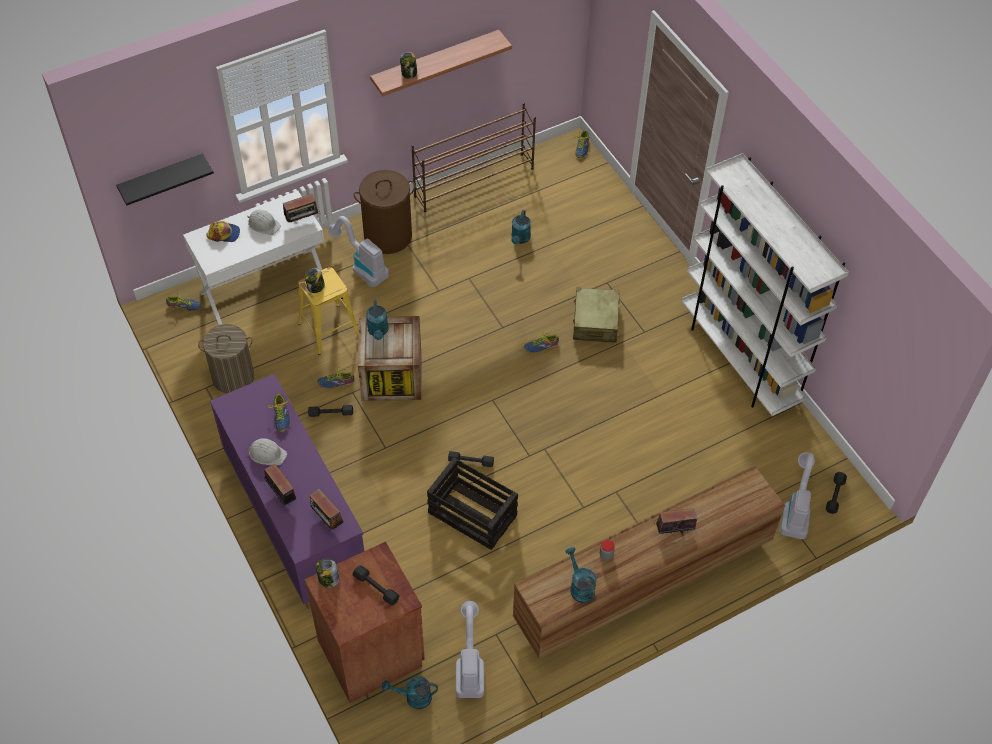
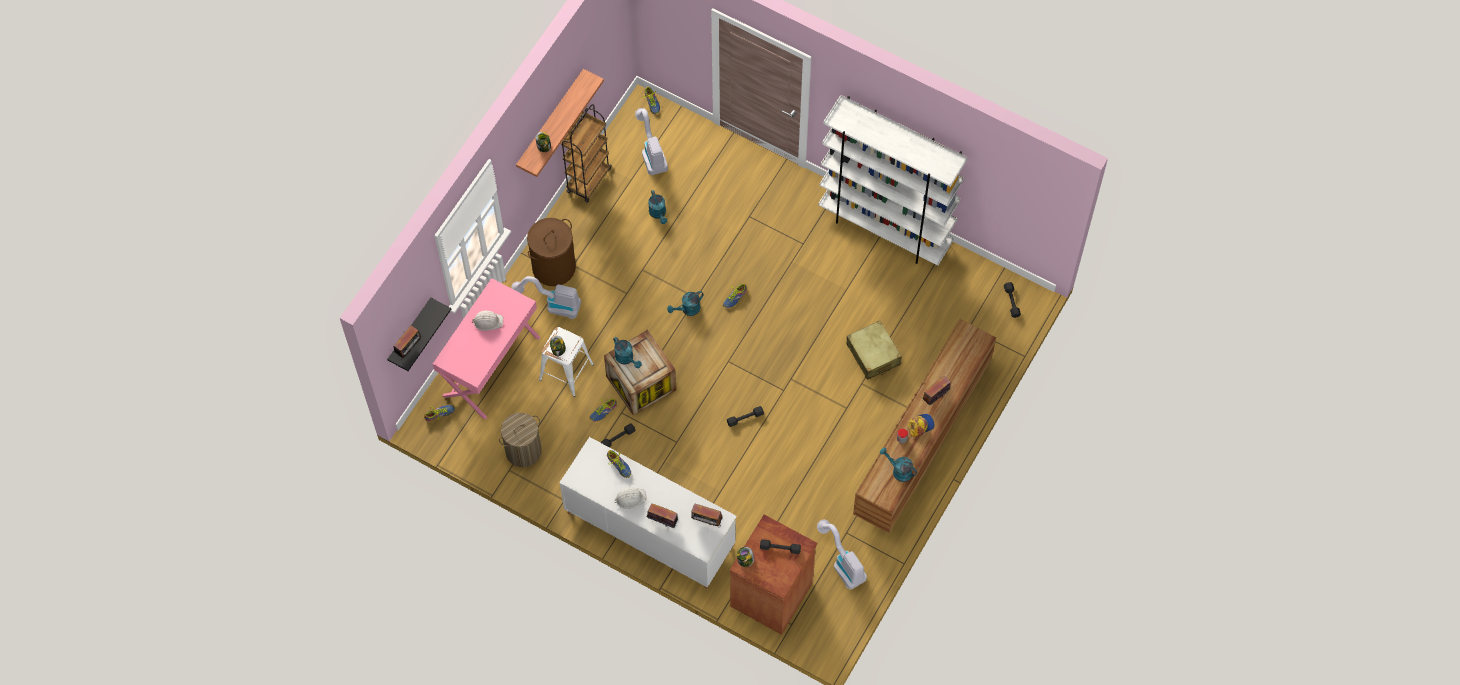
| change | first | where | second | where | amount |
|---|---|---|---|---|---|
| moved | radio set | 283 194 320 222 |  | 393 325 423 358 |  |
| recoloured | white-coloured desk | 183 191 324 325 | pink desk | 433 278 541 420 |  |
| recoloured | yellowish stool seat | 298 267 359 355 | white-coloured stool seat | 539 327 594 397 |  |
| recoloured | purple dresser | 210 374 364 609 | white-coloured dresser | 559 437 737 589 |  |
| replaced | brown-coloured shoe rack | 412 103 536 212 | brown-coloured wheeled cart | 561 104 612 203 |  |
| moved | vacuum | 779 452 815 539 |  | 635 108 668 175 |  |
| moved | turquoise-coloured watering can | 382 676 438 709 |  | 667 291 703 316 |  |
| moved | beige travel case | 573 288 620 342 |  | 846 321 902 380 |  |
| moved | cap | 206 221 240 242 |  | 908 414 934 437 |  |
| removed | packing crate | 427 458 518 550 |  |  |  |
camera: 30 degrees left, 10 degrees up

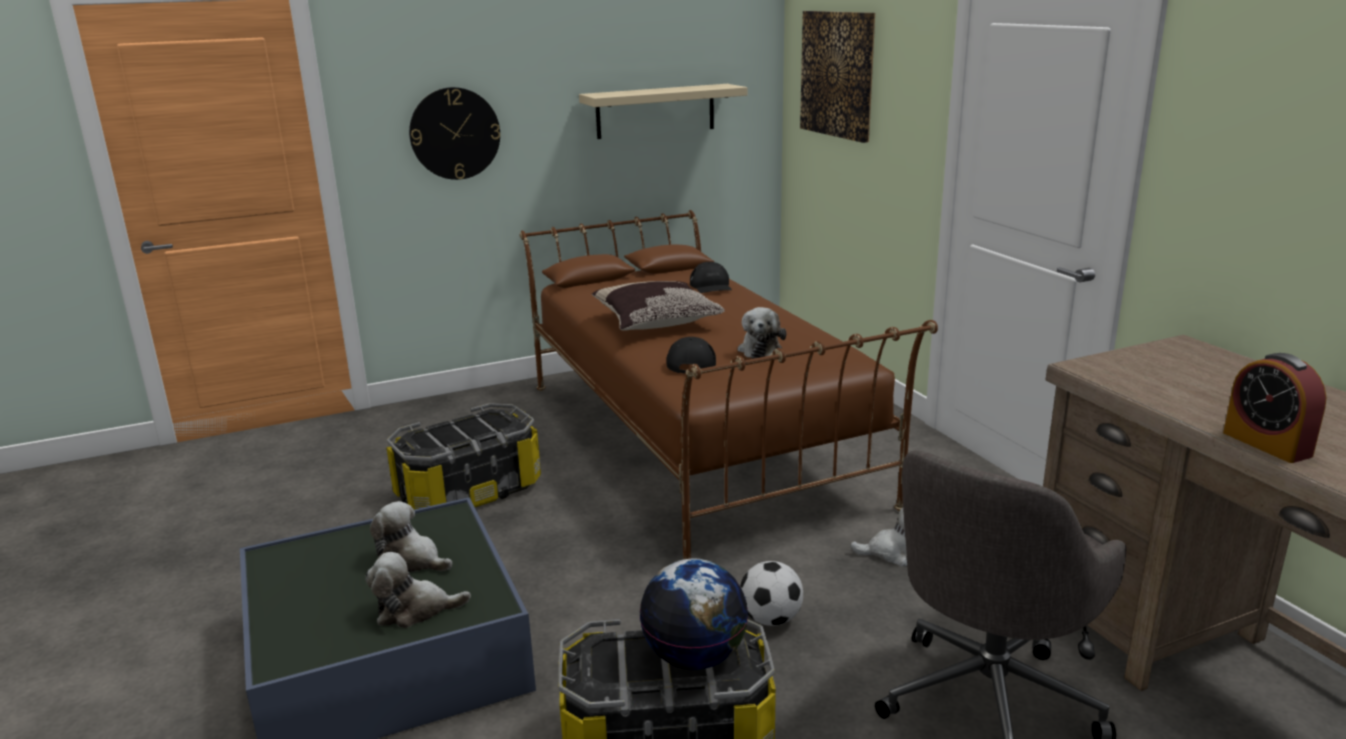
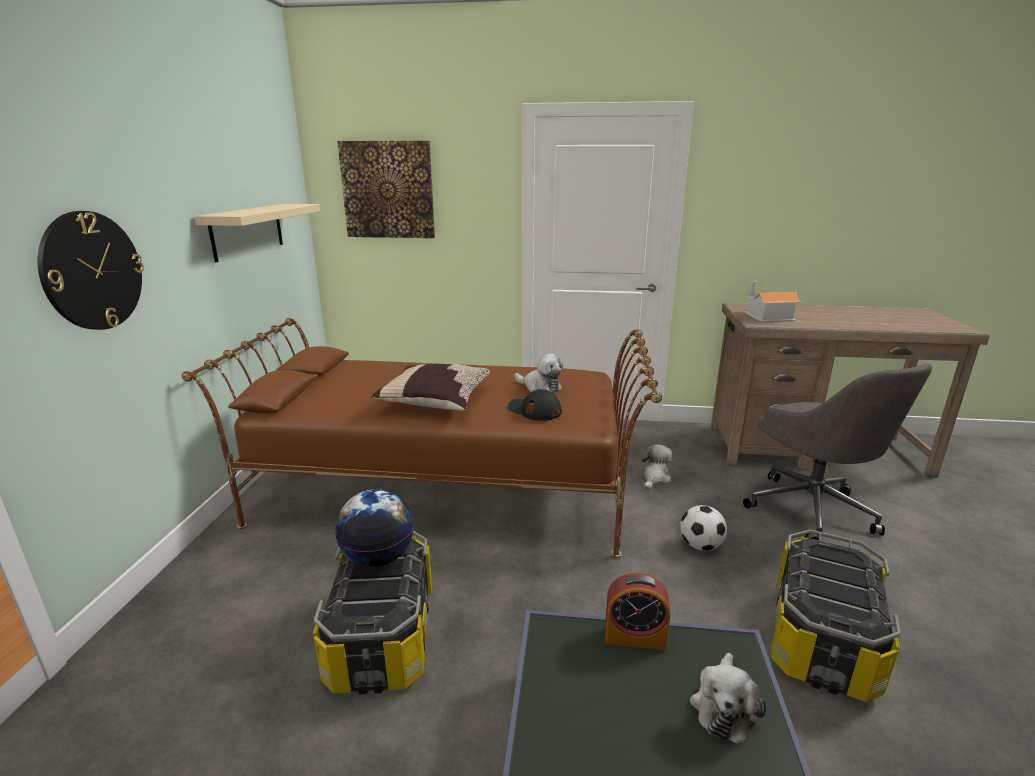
| change | first | where | second | where | amount |
|---|---|---|---|---|---|
| moved | world globe | 640 559 748 670 |  | 335 489 414 567 |  |
| moved | bedside clock | 1223 353 1326 463 |  | 605 572 670 650 |  |
| added |  |  | toy house | 743 280 801 322 |  |
| removed | plush toy | 370 501 452 572 |  |  |  |
| removed | black-coloured cap | 690 262 732 293 |  |  |  |
camera: 60 degrees left, 0 degrees up

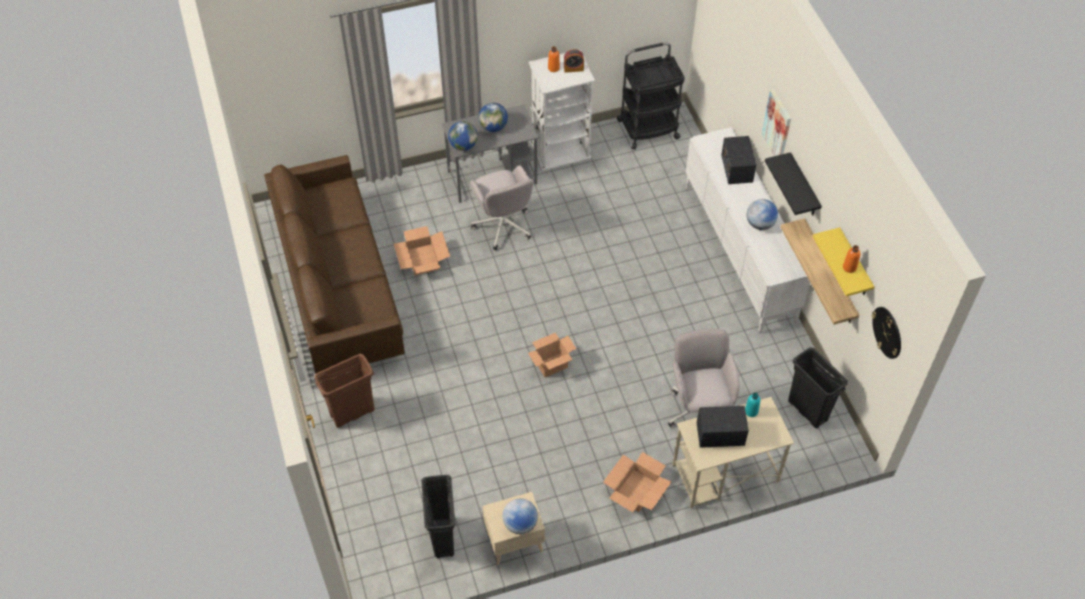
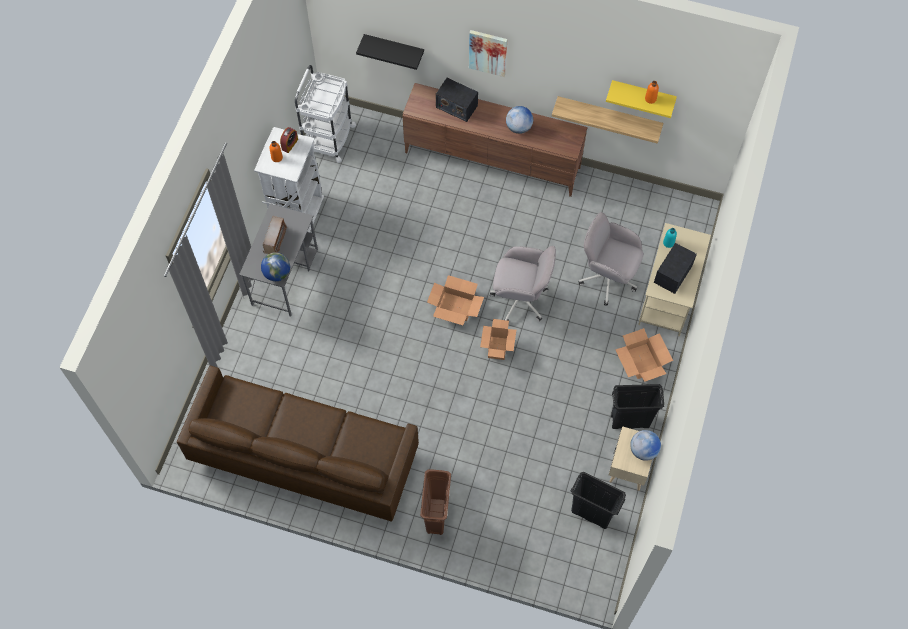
| change | first | where | second | where | amount |
|---|---|---|---|---|---|
| replaced | world globe | 479 103 508 132 | radio set | 263 216 288 254 |  |
| recoloured | black-coloured wheeled cart | 617 43 685 150 | white-coloured wheeled cart | 295 65 356 163 |  |
| moved | black-coloured shelf | 765 152 822 216 |  | 356 34 424 70 |  |
| recoloured | white-coloured cabinet | 686 127 810 334 | brown-coloured cabinet | 403 83 587 197 |  |
| moved | carton | 394 226 450 275 |  | 427 275 484 325 |  |
| moved | greyish desk chair | 470 165 534 250 |  | 490 246 556 321 |  |
| moved | black-coloured waste bin | 788 348 848 428 |  | 611 384 664 429 |  |
| removed | hanging clock | 872 307 901 359 |  |  |  |
camera: 55 degrees left, 10 degrees up

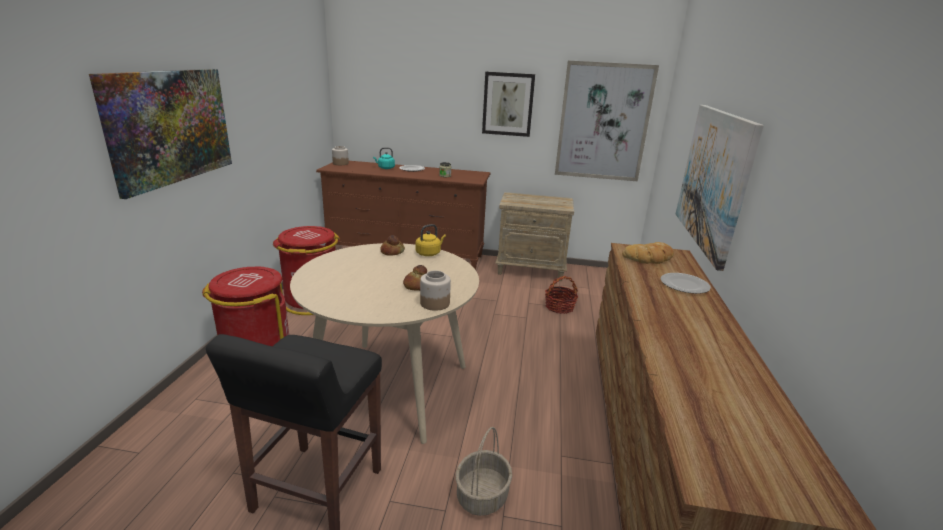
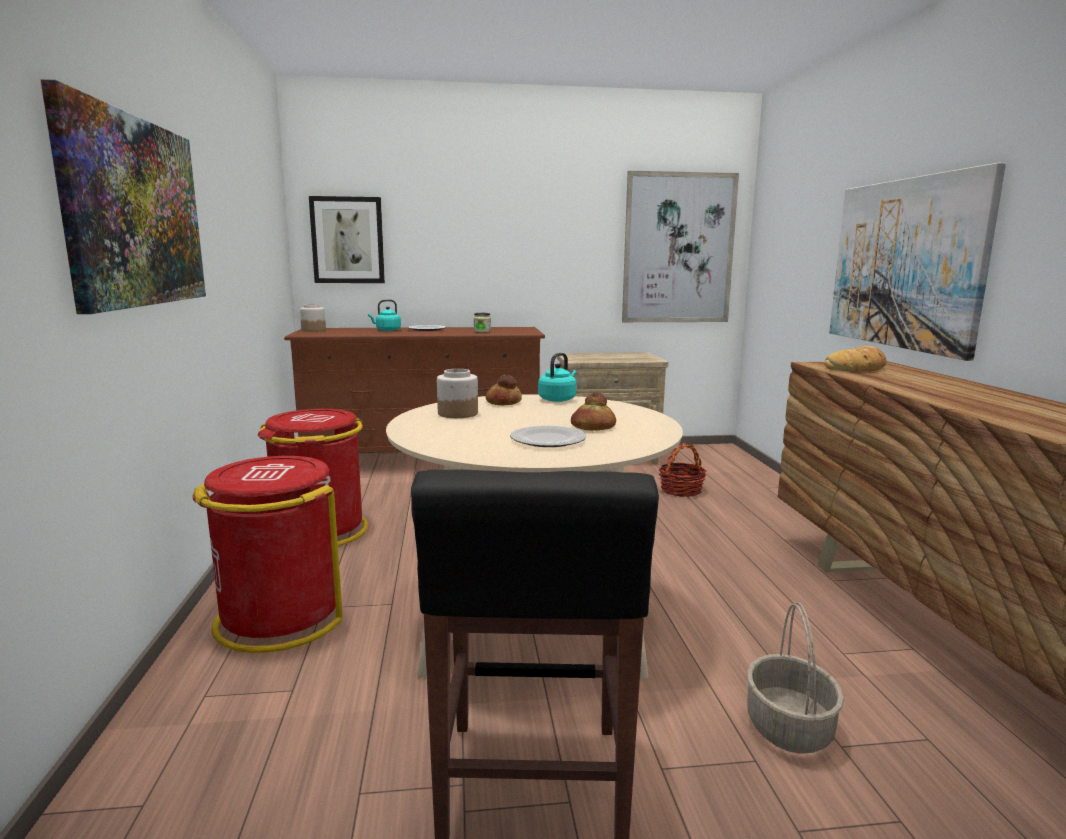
| change | first | where | second | where | amount |
|---|---|---|---|---|---|
| moved | wall art | 482 72 535 137 |  | 309 196 385 283 |  |
| moved | jar | 420 270 451 311 |  | 437 369 478 418 |  |
| moved | dinner plate | 661 273 711 294 |  | 510 425 586 447 |  |
| recoloured | yellowish tea kettle | 415 224 446 256 | turquoise-coloured tea kettle | 538 353 577 402 |  |
camera: 15 degrees left, 10 degrees down

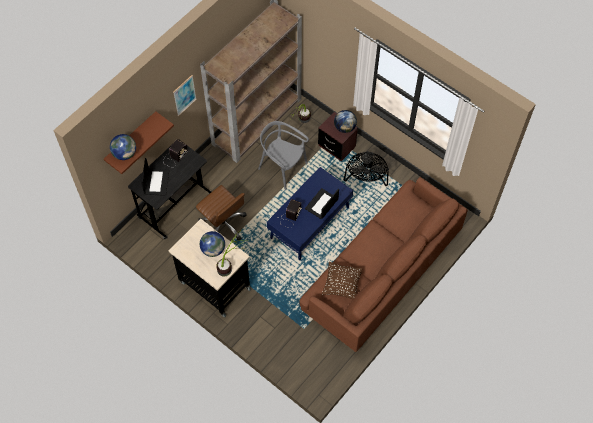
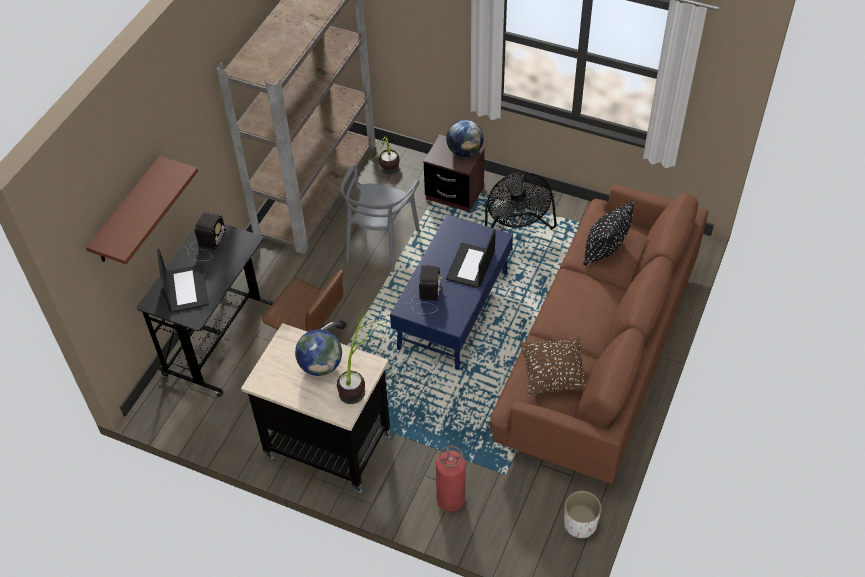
| change | first | where | second | where | amount |
|---|---|---|---|---|---|
| turned | greyish upright chair | 258 121 309 190 |  | 341 165 420 272 | 90 degrees counterclockwise |
| added |  |  | extinguisher | 436 446 466 511 |  |
| added |  |  | white-coloured flower pot | 564 491 601 538 |  |
| added |  |  | black-coloured throw pillow | 583 200 634 266 |  |
| removed | world globe | 110 134 136 160 |  |  |  |
| removed | wall art | 173 75 197 116 |  |  |  |
camera: 15 degrees left, 10 degrees down

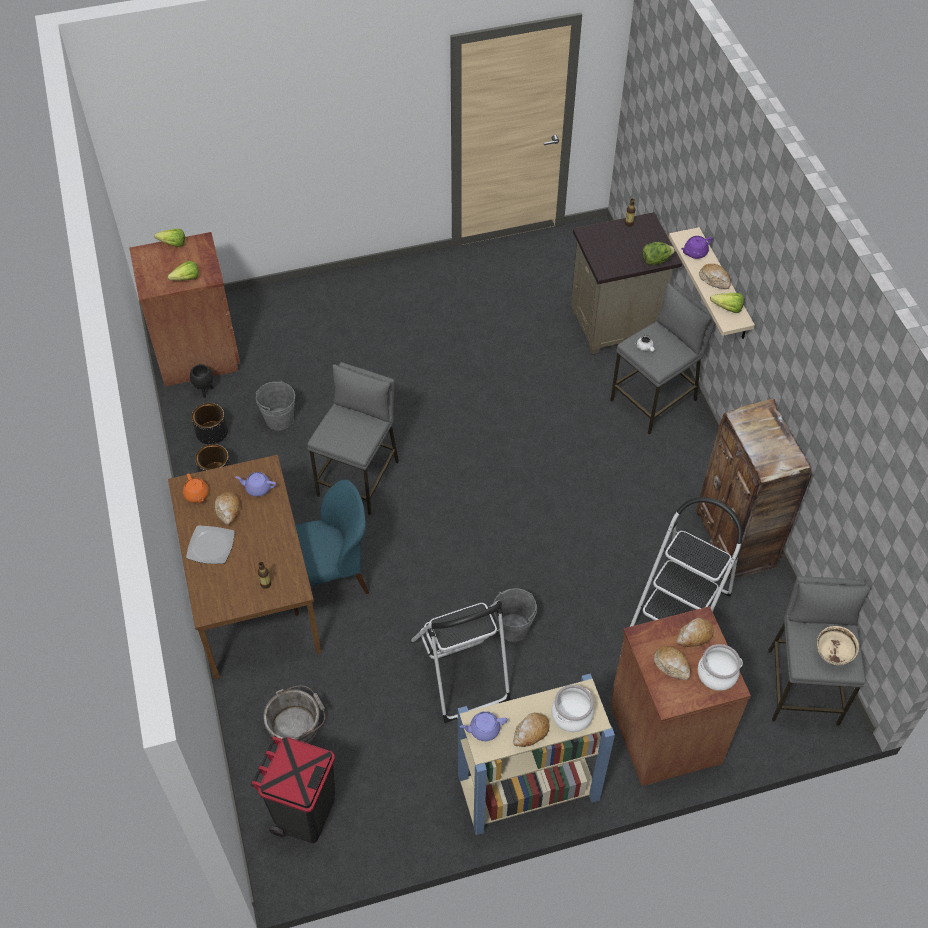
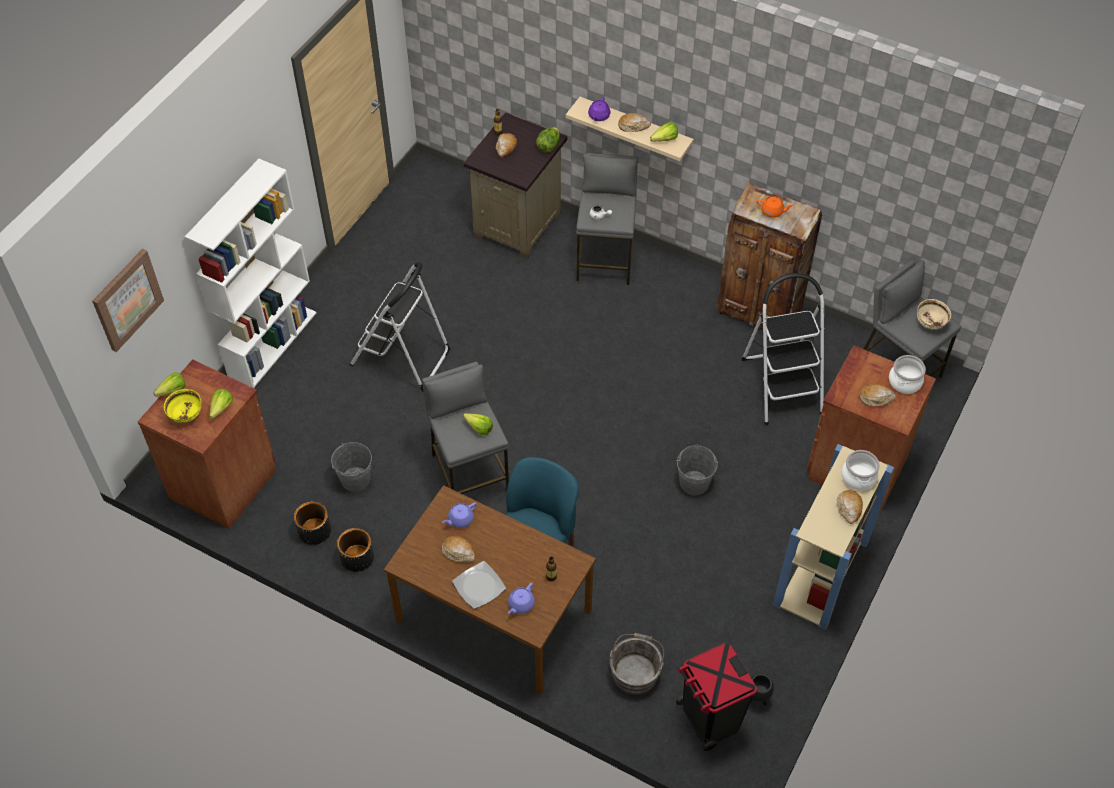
| change | first | where | second | where | amount |
|---|---|---|---|---|---|
| added |  |  | wall art | 92 249 164 352 |  |
| added |  |  | yellowish bowl | 164 389 201 423 |  |
| added |  |  | white-coloured shelving unit | 185 159 316 388 |  |
| moved | stepladder | 410 601 511 723 |  | 350 262 450 392 |  |
| added |  |  | lettuce head | 463 413 493 435 |  |
| moved | bread | 677 618 714 647 |  | 496 133 517 157 |  |
| moved | purple tea pot | 460 711 507 741 |  | 508 583 535 614 |  |
| moved | black-coloured flower pot | 190 364 213 398 |  | 751 674 774 705 |  |
| moved | orange-coloured tea pot | 183 473 209 503 |  | 756 196 793 218 |  |
camera: 45 degrees left, 0 degrees up

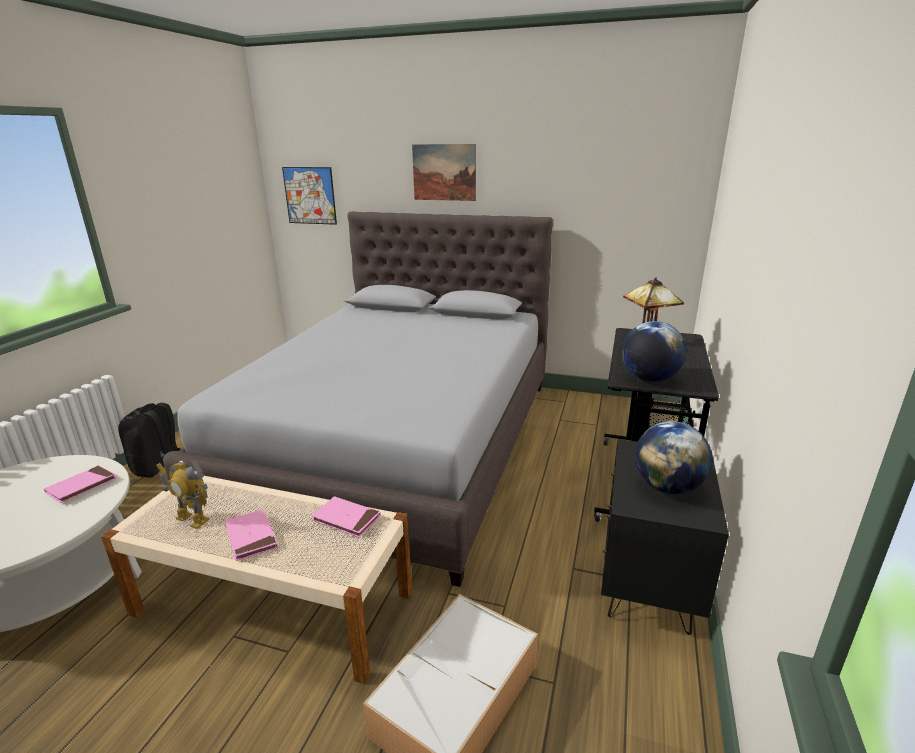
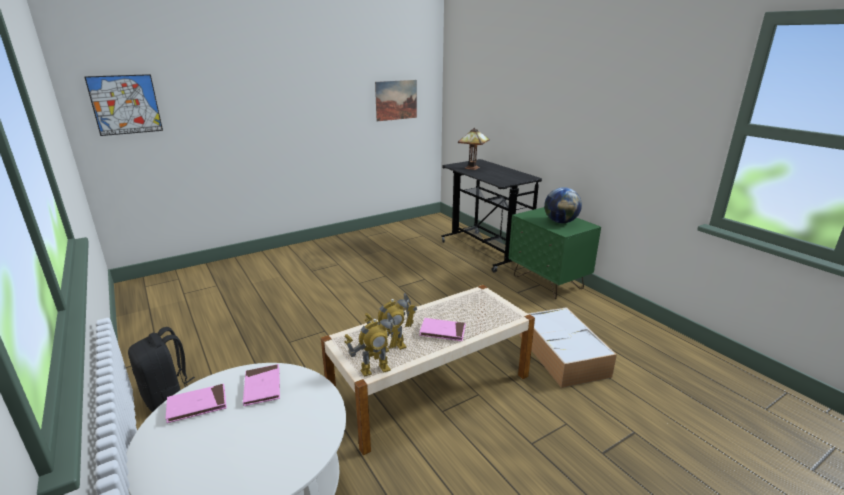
| change | first | where | second | where | amount |
|---|---|---|---|---|---|
| moved | pink volume | 311 496 381 537 |  | 165 384 227 423 |  |
| added |  |  | robot figure | 344 311 402 377 |  |
| moved | wall art | 412 144 476 201 |  | 375 80 417 121 |  |
| recoloured | black-coloured nightstand | 601 439 729 635 | greenish nightstand | 508 207 601 299 |  |
| removed | greyish bedroom bed | 163 211 553 587 |  |  |  |
| removed | world globe | 622 321 686 382 |  |  |  |
camera: 50 degrees left, 0 degrees up

